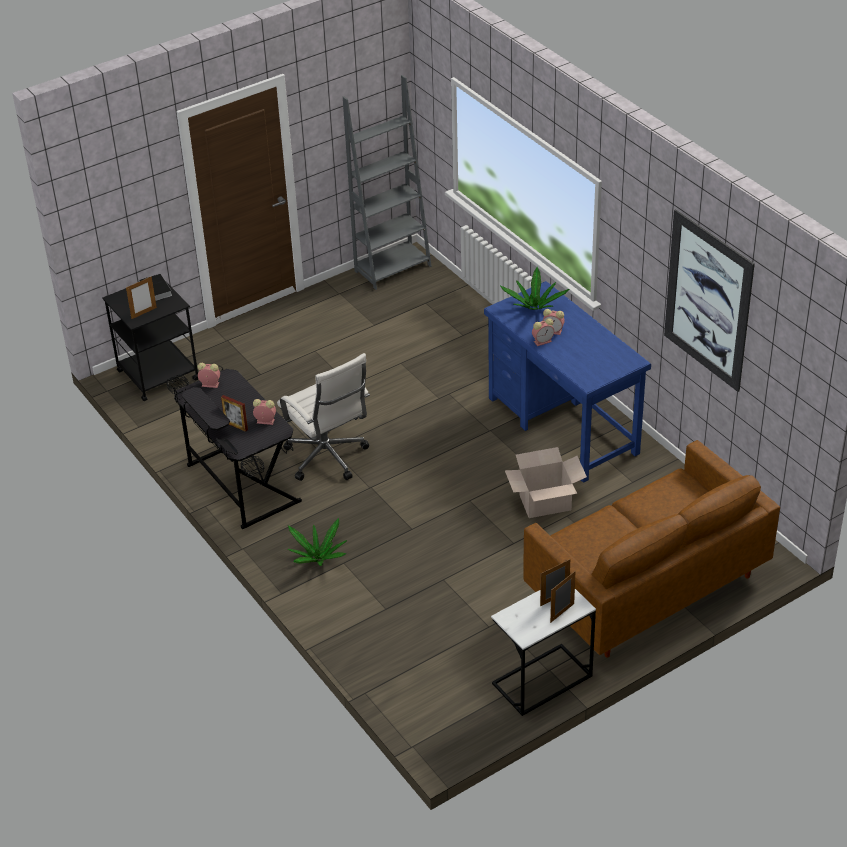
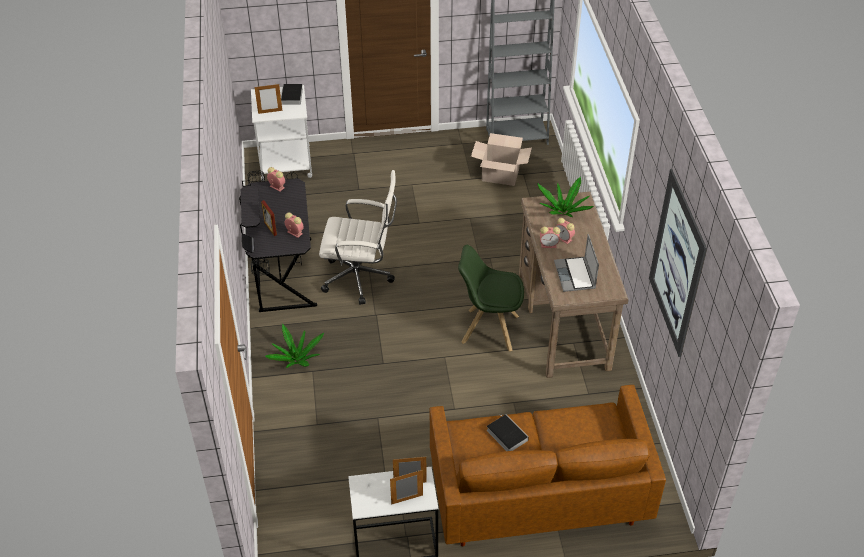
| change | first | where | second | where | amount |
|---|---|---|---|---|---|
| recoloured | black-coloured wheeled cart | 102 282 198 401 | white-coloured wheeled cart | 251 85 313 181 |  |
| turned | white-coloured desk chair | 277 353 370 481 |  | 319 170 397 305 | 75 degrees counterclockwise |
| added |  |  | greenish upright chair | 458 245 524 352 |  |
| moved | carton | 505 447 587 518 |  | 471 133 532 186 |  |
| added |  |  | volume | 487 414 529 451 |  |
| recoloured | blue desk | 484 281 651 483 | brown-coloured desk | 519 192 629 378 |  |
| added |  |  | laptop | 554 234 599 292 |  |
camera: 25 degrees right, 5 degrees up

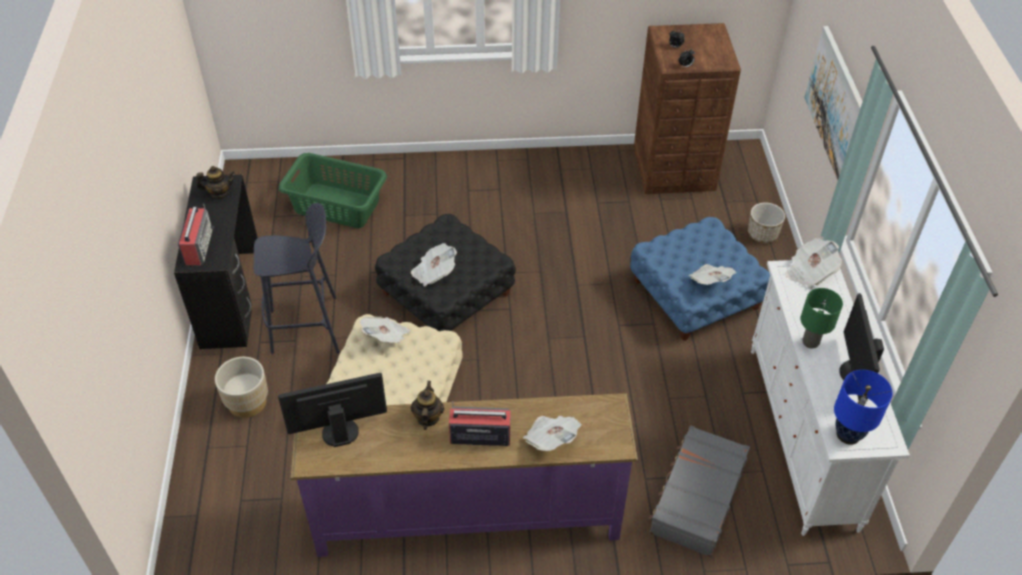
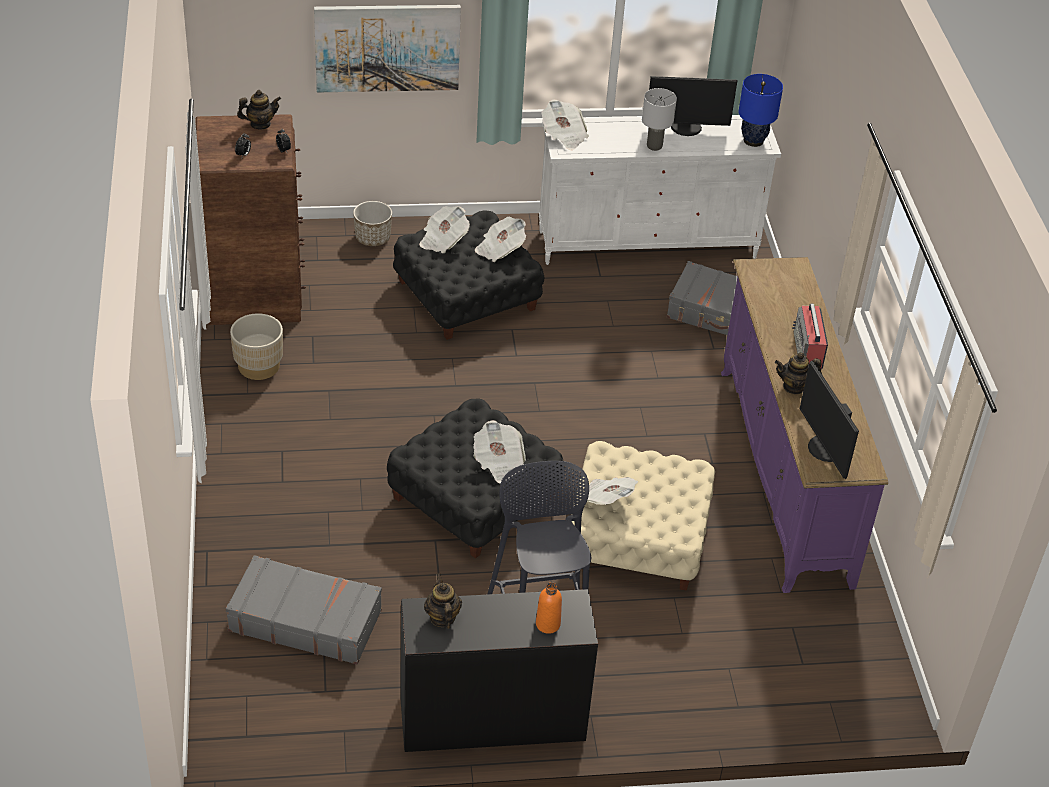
| change | first | where | second | where | amount |
|---|---|---|---|---|---|
| replaced | greenish hamper | 279 153 387 228 | greyish travel case | 226 555 382 665 |  |
| moved | beige flower pot | 215 357 268 418 |  | 230 313 283 380 |  |
| added |  |  | tea pot | 237 90 281 130 |  |
| recoloured | blue footrest | 630 217 770 341 | black-coloured footrest | 393 210 544 340 |  |
| moved | printed paper | 523 416 581 451 |  | 419 206 470 253 |  |
| replaced | radio set | 178 204 214 265 | orange-coloured bottle | 536 582 562 634 |  |
| recoloured | greenish tabletop lamp | 800 288 843 349 | white-coloured tabletop lamp | 642 88 677 151 |  |
camera: 95 degrees left, 5 degrees down

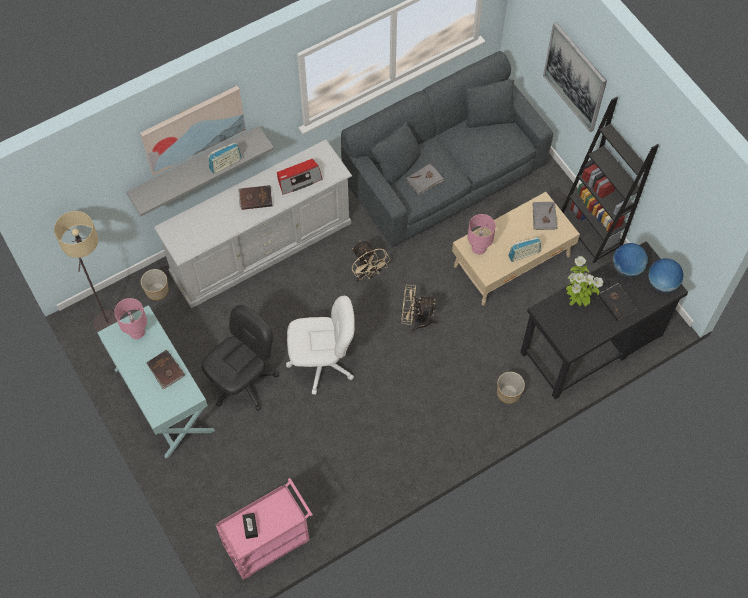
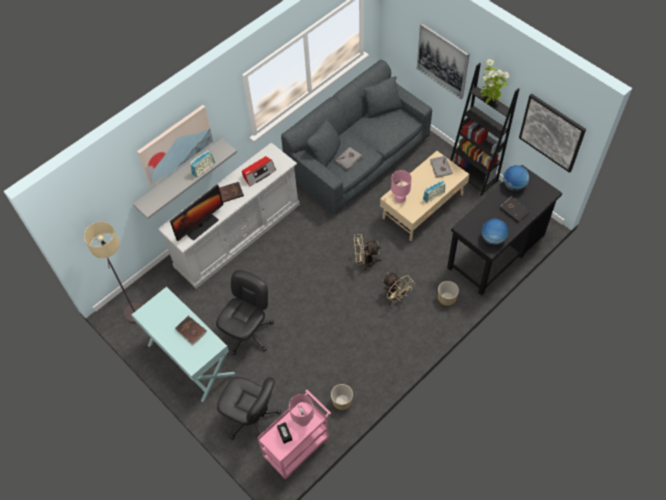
| change | first | where | second | where | amount |
|---|---|---|---|---|---|
| added |  |  | computer screen | 170 184 223 241 |  |
| added |  |  | black-coloured desk chair | 217 377 281 440 |  |
| moved | pink tabletop lamp | 114 298 147 339 |  | 289 394 314 426 |  |
| moved | flower pot | 141 269 169 300 |  | 331 384 353 410 |  |
| moved | beige fan | 352 241 390 281 |  | 382 273 415 305 |  |
| moved | plant in a pot | 566 256 603 307 |  | 481 59 509 104 |  |
| moved | world globe | 648 258 684 293 |  | 481 219 508 245 |  |
| added |  |  | wall art | 519 93 586 173 |  |
| removed | white-coloured desk chair | 286 296 355 395 |  |  |  |
camera: 10 degrees left, 5 degrees down

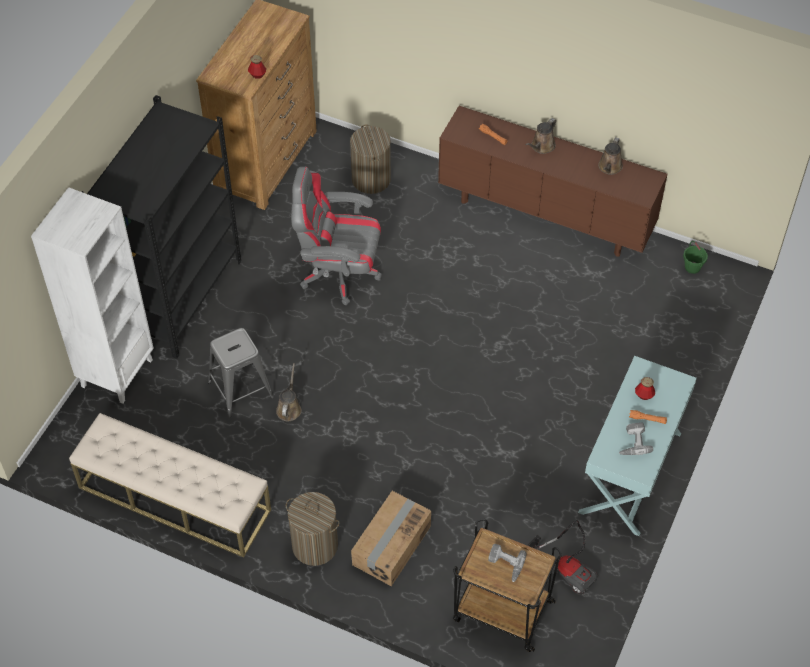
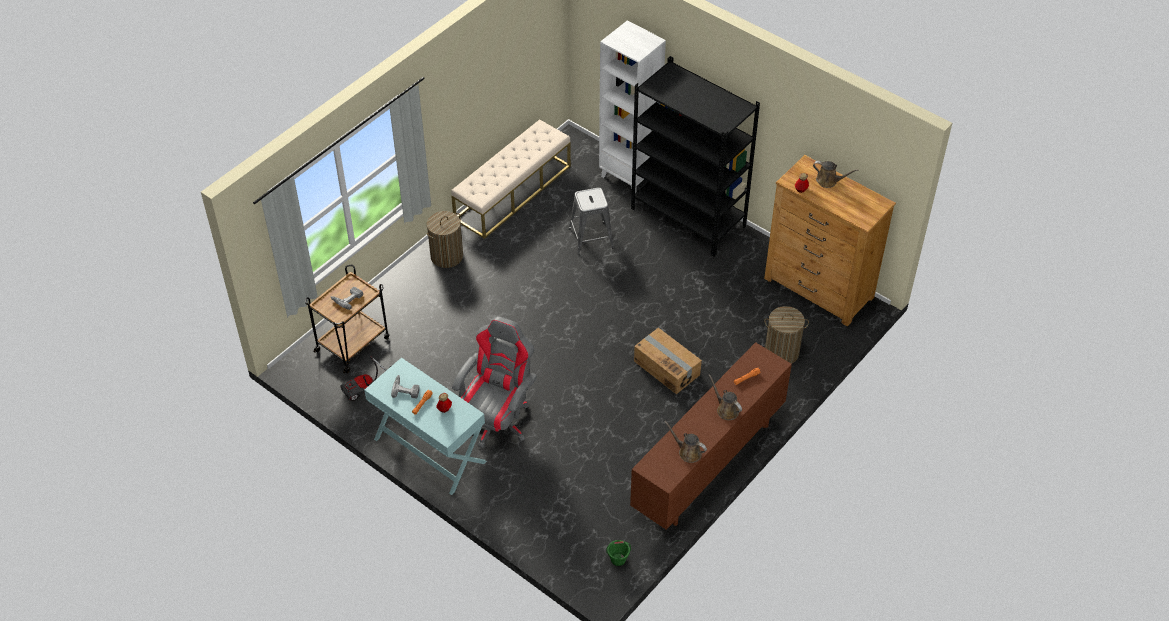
| change | first | where | second | where | amount |
|---|---|---|---|---|---|
| moved | greyish desk chair | 291 167 382 305 |  | 452 316 537 448 |  |
| moved | carton | 351 491 431 586 |  | 634 328 702 394 |  |
| moved | brown-coloured watering can | 276 363 301 421 |  | 813 161 858 188 |  |
camera: 105 degrees right, 5 degrees down

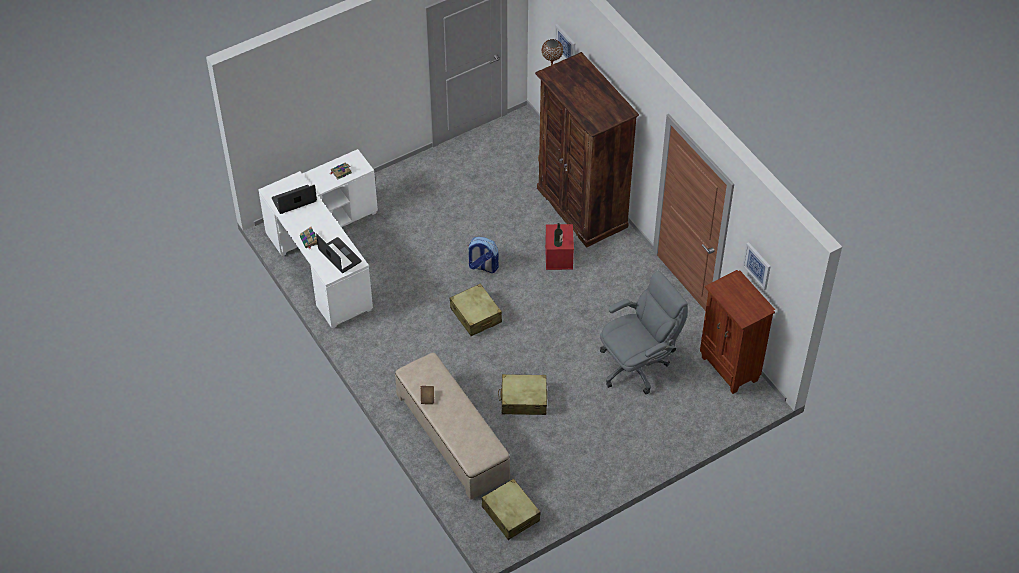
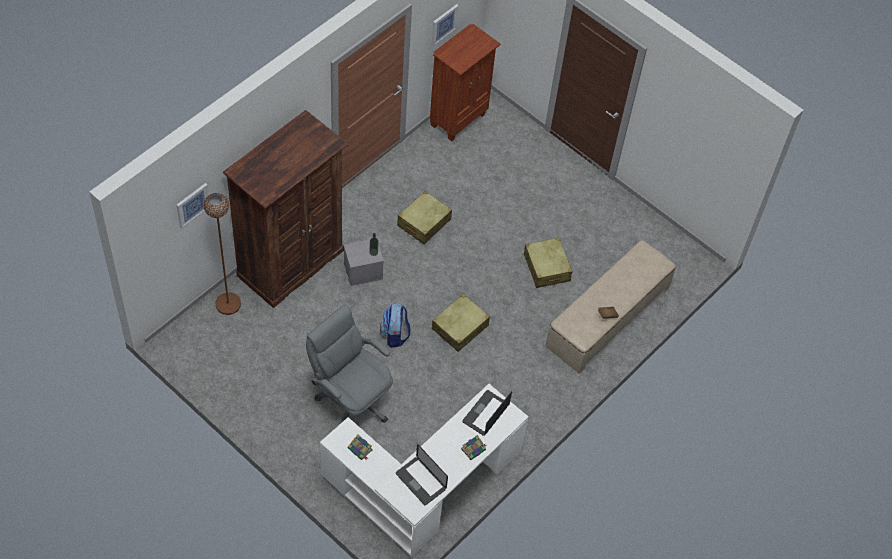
| change | first | where | second | where | amount |
|---|---|---|---|---|---|
| moved | greyish desk chair | 600 271 688 394 |  | 306 305 393 423 |  |
| recoloured | red storage bin | 545 224 574 270 | greyish storage bin | 344 240 384 286 |  |
| moved | beige travel case | 482 479 541 540 |  | 397 191 452 244 |  |
camera: 110 degrees left, 5 degrees up

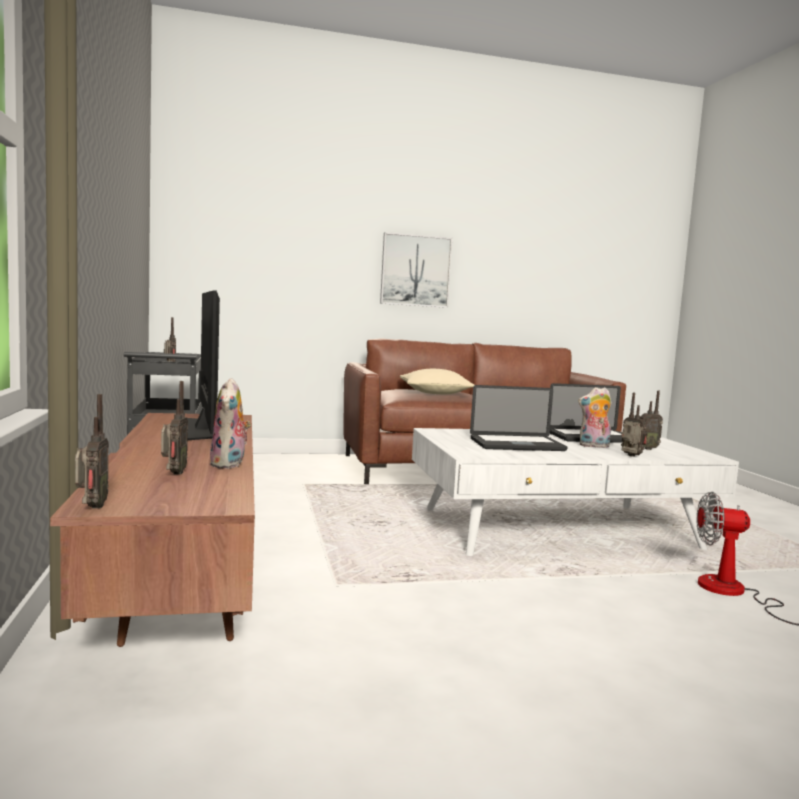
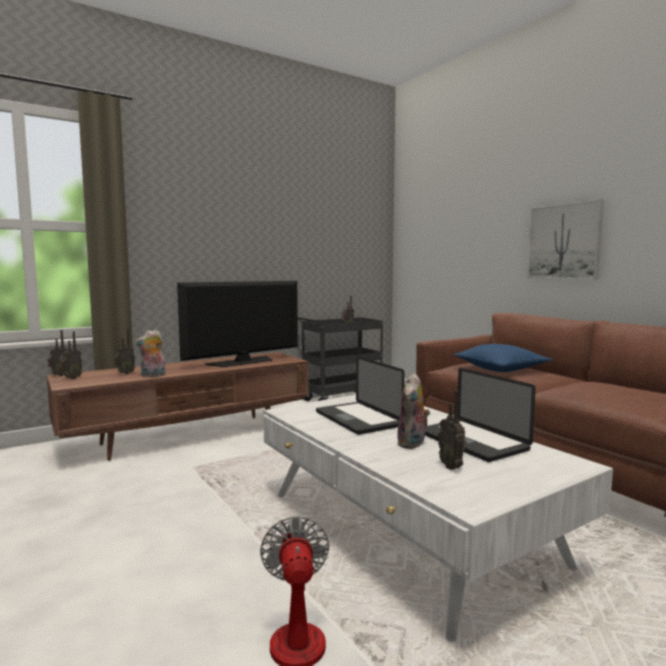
| change | first | where | second | where | amount |
|---|---|---|---|---|---|
| moved | radio set | 621 393 648 457 |  | 60 331 83 379 |  |
| turned | plush toy | 578 387 612 448 |  | 397 373 430 449 | 135 degrees counterclockwise |
| recoloured | beige throw pillow | 400 369 474 394 | blue throw pillow | 454 344 552 372 |  |
camera: 70 degrees right, 0 degrees up

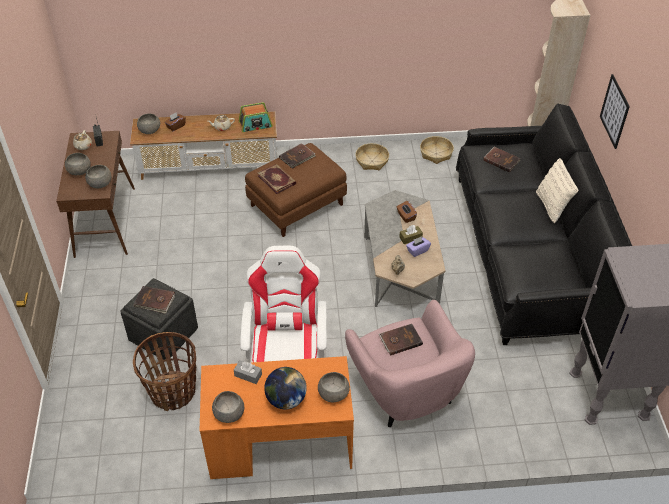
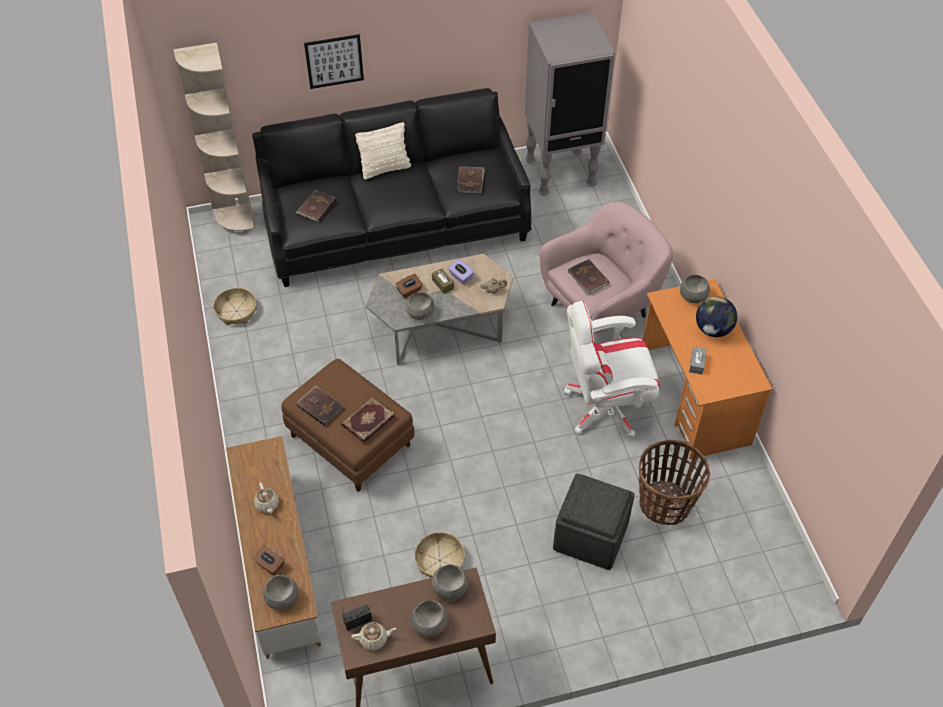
| change | first | where | second | where | amount |
|---|---|---|---|---|---|
| moved | greyish bowl | 212 391 244 423 |  | 405 292 434 320 |  |
| moved | household basket | 356 143 389 170 |  | 415 532 465 578 |  |
| moved | brown-coloured volume | 134 286 175 314 |  | 457 167 485 194 |  |
| removed | radio set | 239 102 273 132 |  |  |  |
camera: 100 degrees left, 5 degrees up

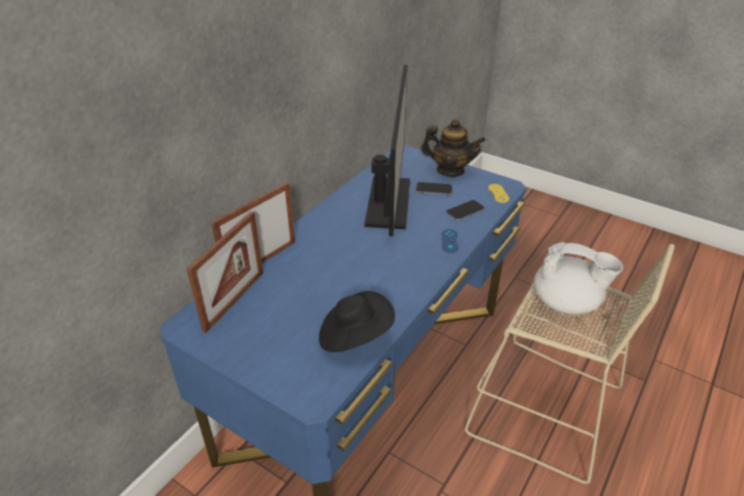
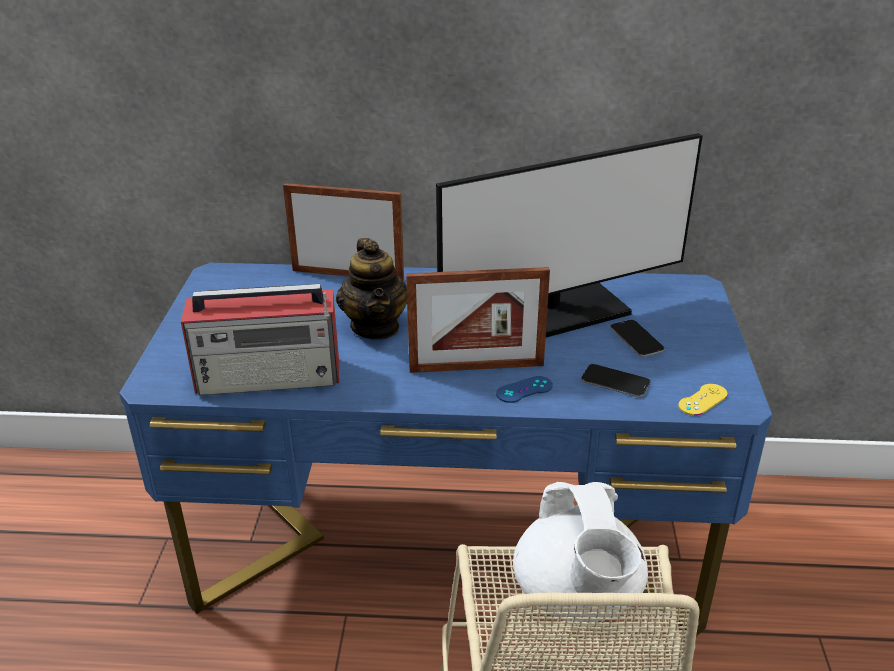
| change | first | where | second | where | amount |
|---|---|---|---|---|---|
| replaced | black-coloured hat | 319 291 395 352 | radio set | 181 284 340 396 |  |
| moved | tea pot | 421 119 485 177 |  | 336 238 407 340 |  |
| moved | photo frame | 187 211 263 333 |  | 406 267 550 373 |  |
camera: 60 degrees right, 5 degrees down

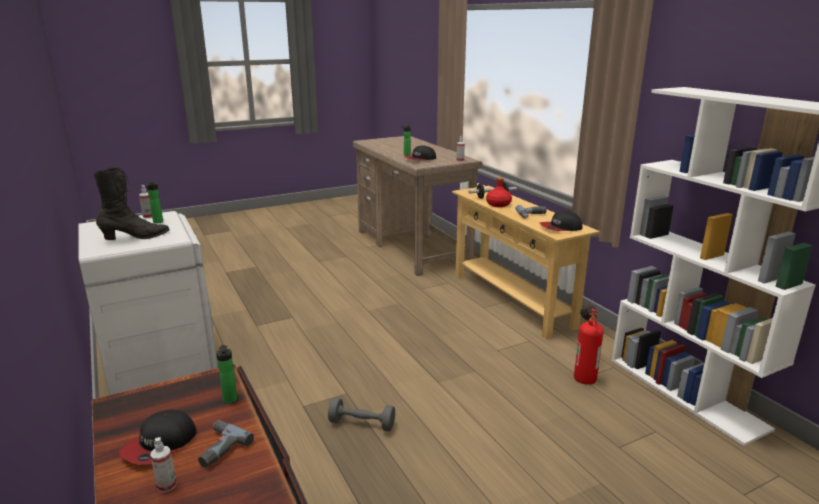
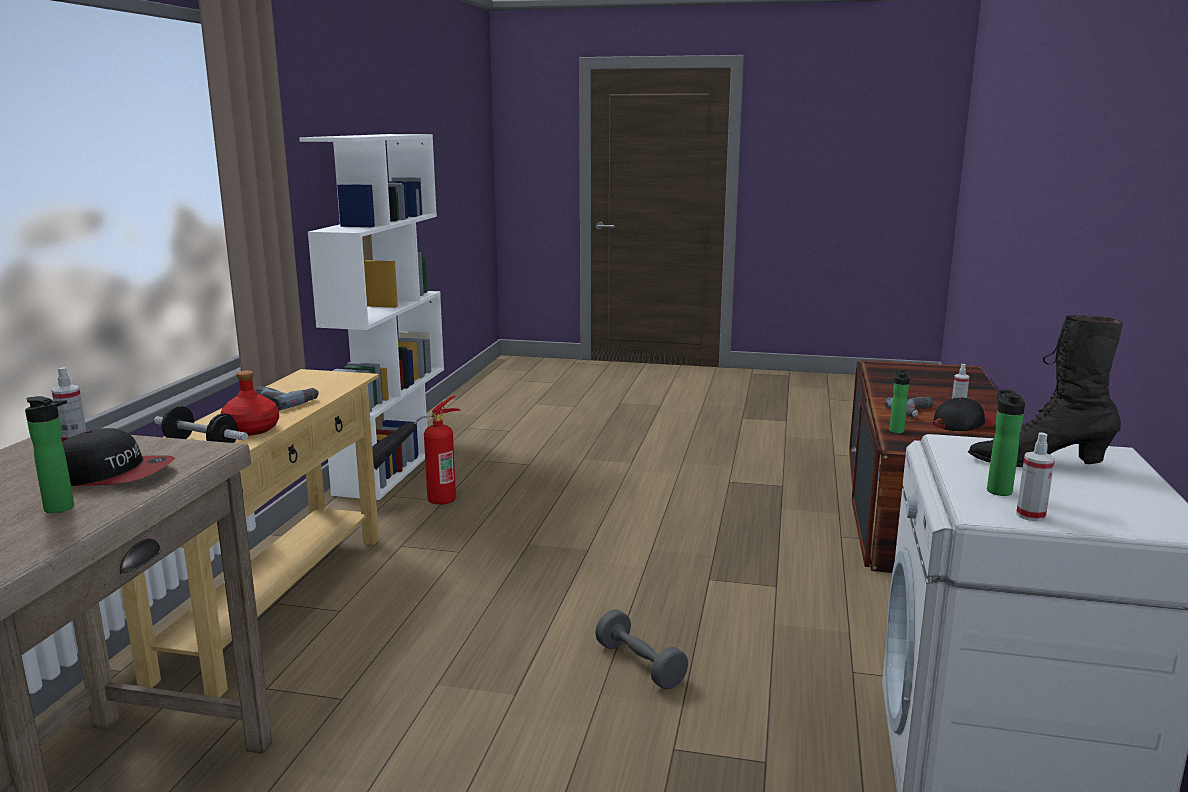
| change | first | where | second | where | amount |
|---|---|---|---|---|---|
| moved | greyish dumbbell | 328 397 395 431 |  | 595 609 688 690 |  |
| removed | cap | 539 211 583 231 |  |  |  |
camera: 140 degrees left, 5 degrees down

